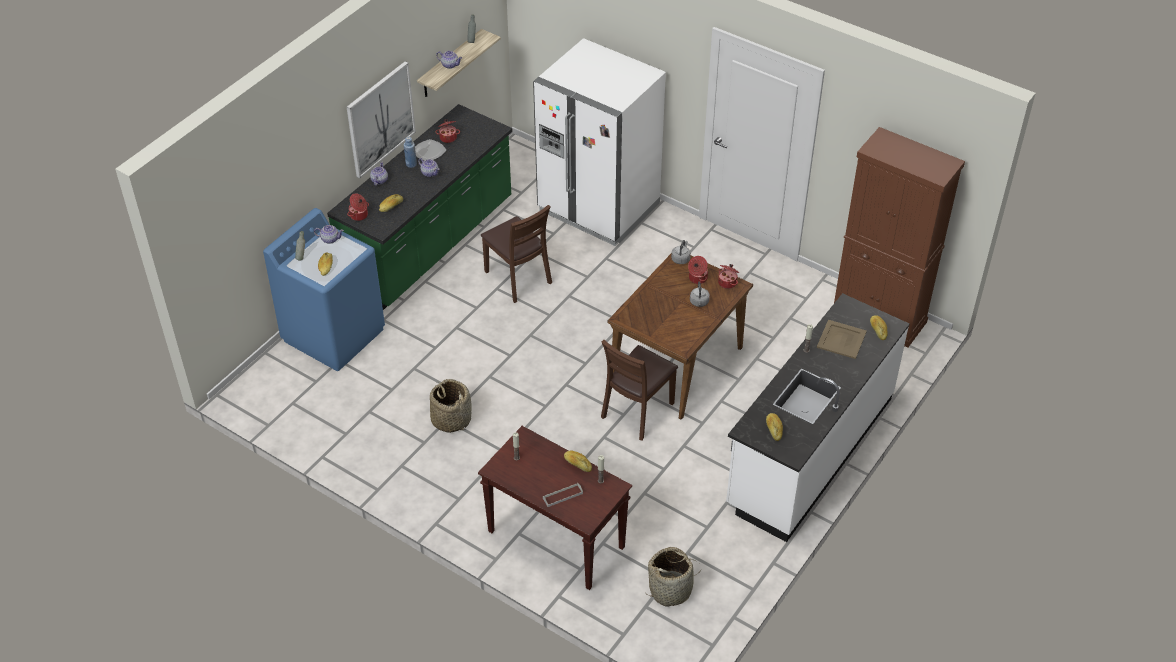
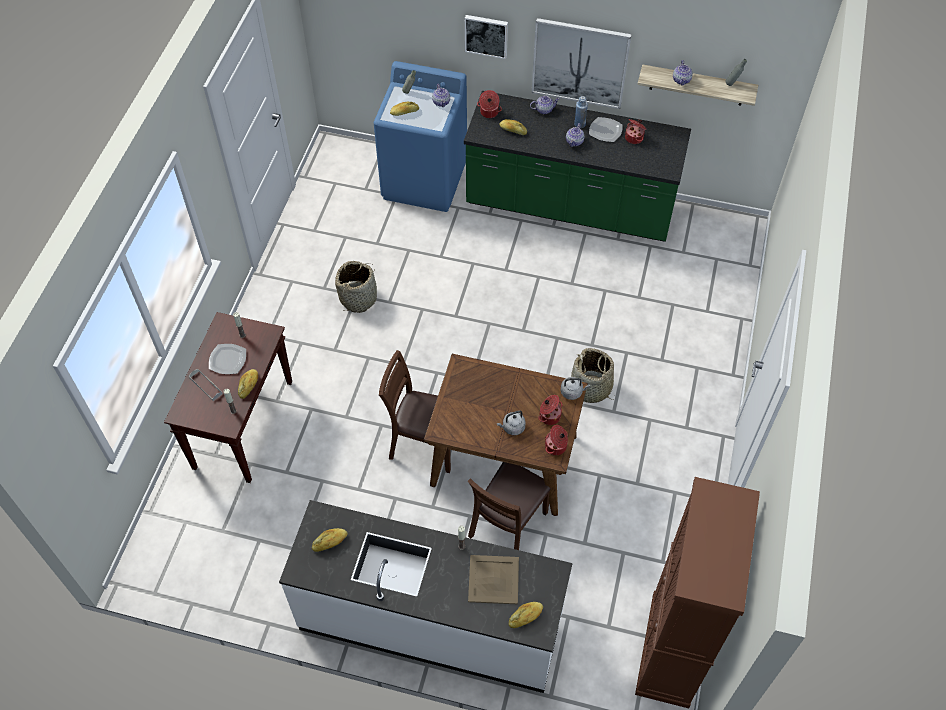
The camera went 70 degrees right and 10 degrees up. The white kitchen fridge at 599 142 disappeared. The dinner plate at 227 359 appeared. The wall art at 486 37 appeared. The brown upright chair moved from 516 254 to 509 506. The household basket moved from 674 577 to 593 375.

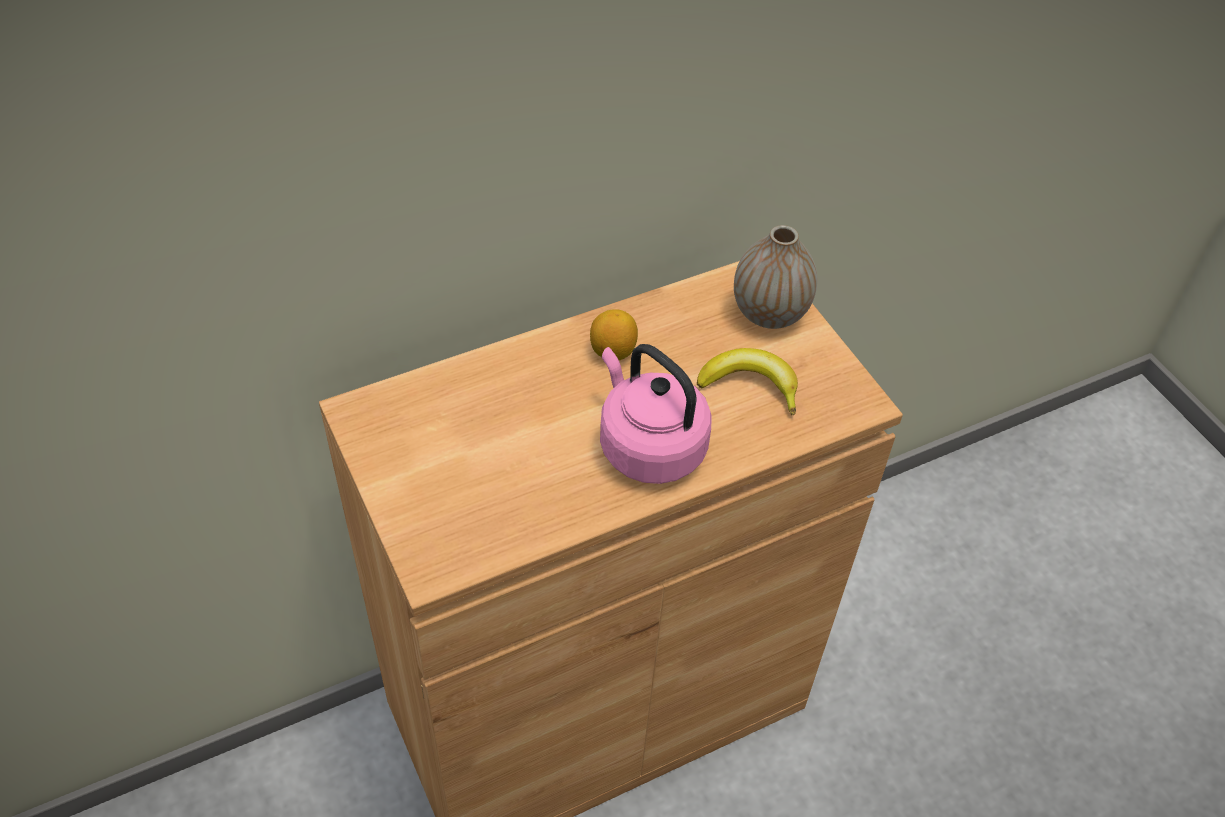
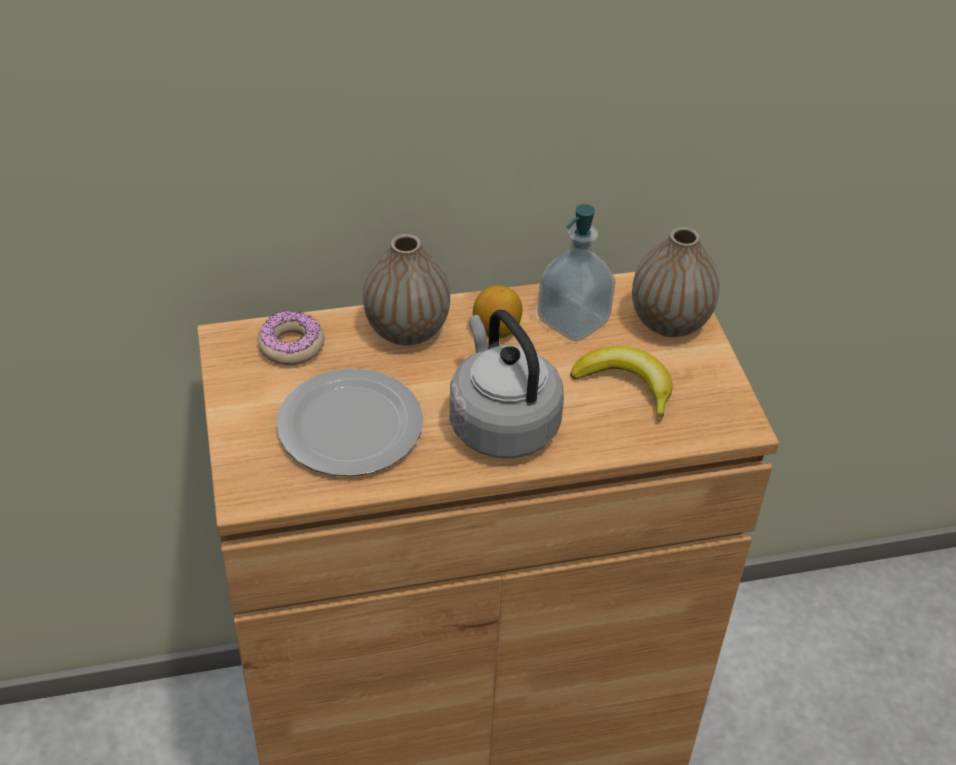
The camera went 15 degrees right and 5 degrees down. The doughnut at 291 337 appeared. The dinner plate at 349 422 appeared. The decorative vase at 406 290 appeared. The soap bottle at 576 273 appeared. The pink water kettle at 656 414 became the grey water kettle at 506 384.

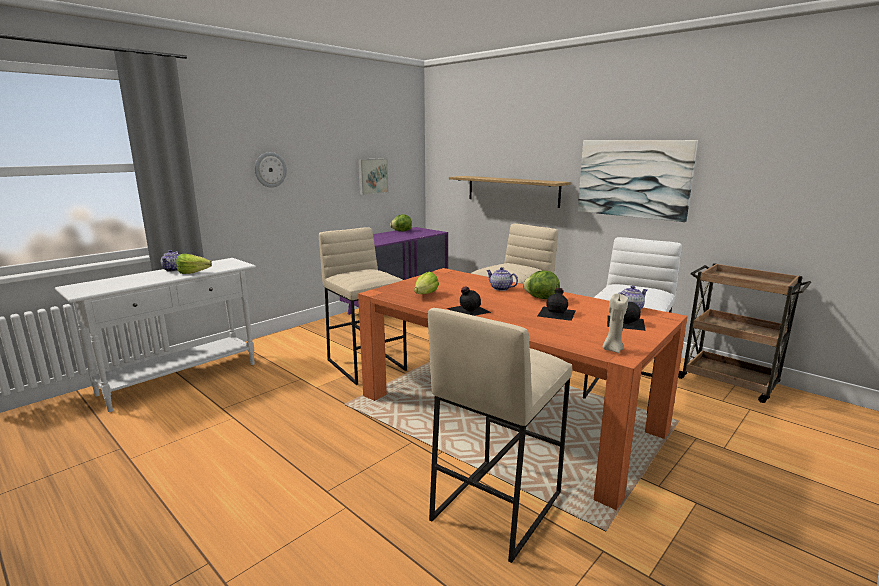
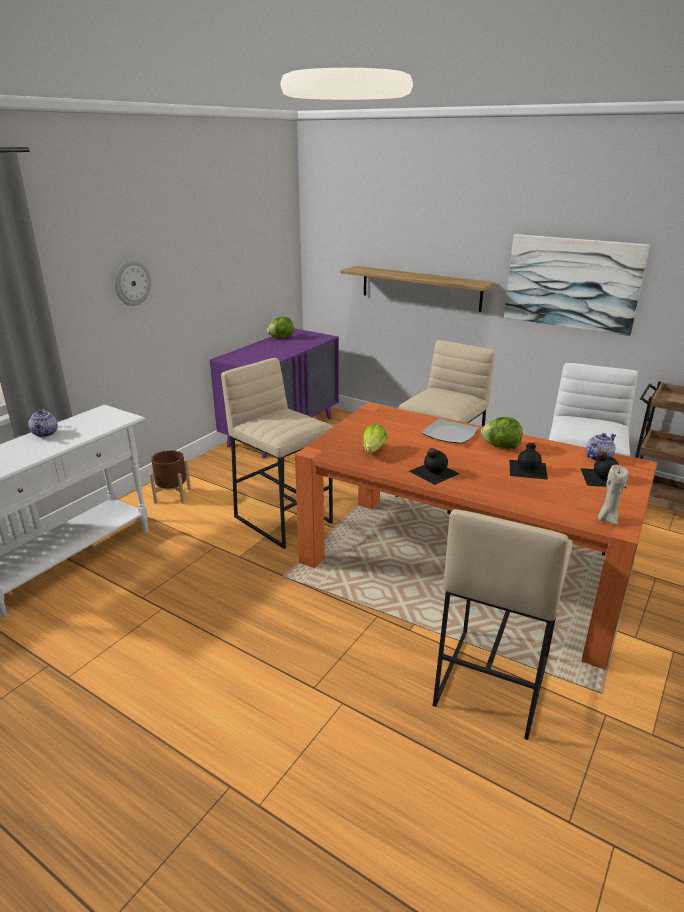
The camera went 10 degrees left and 10 degrees up. The lettuce at 194 264 disappeared. The wall art at 373 176 disappeared. The brown flower pot at 170 477 appeared. The pot for tea at 502 279 was replaced by the dinner plate at 450 431.

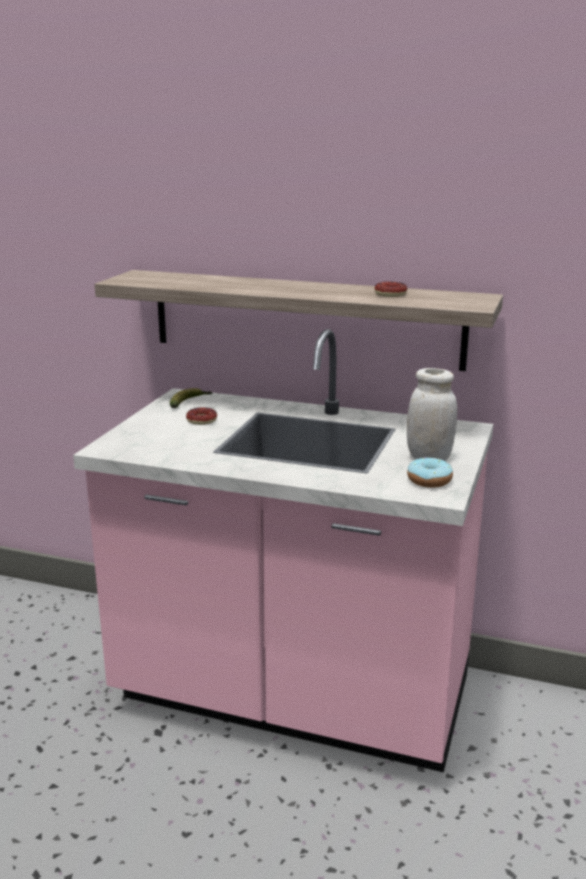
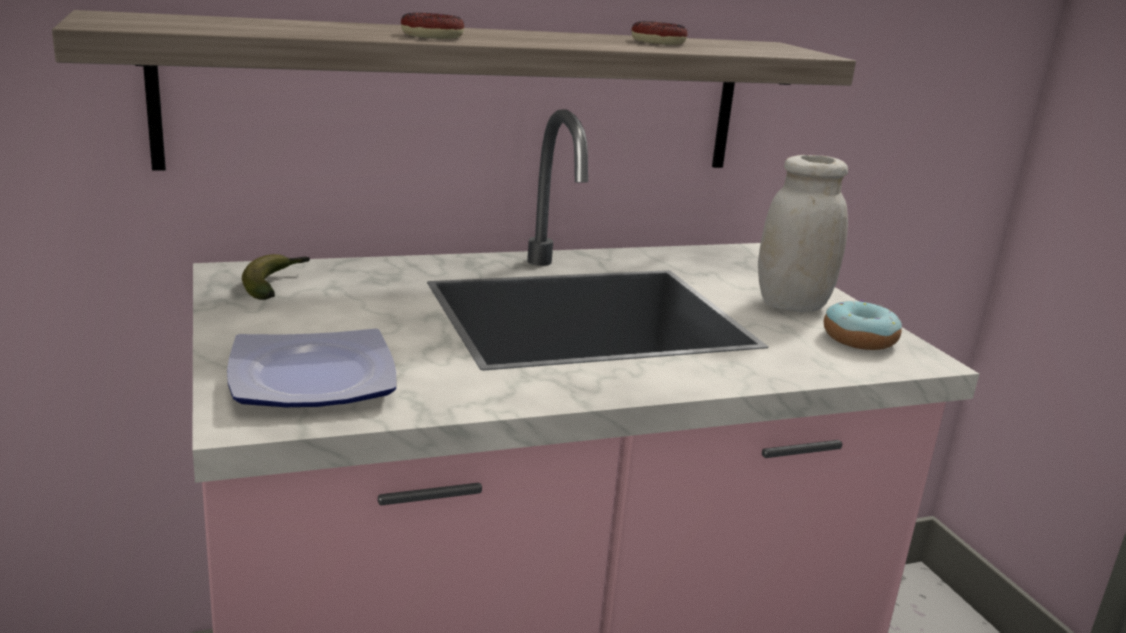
The camera went 40 degrees left and 0 degrees up. The dinner plate at 311 367 appeared. The doughnut moved from 201 416 to 432 26.

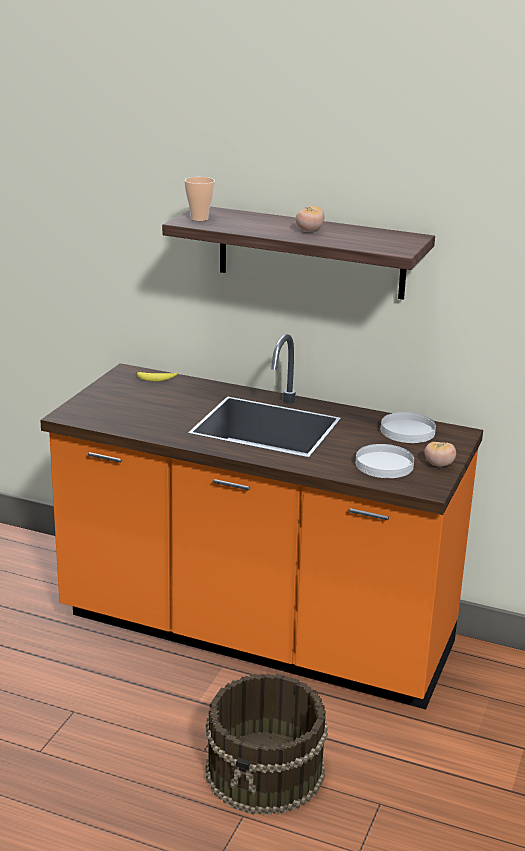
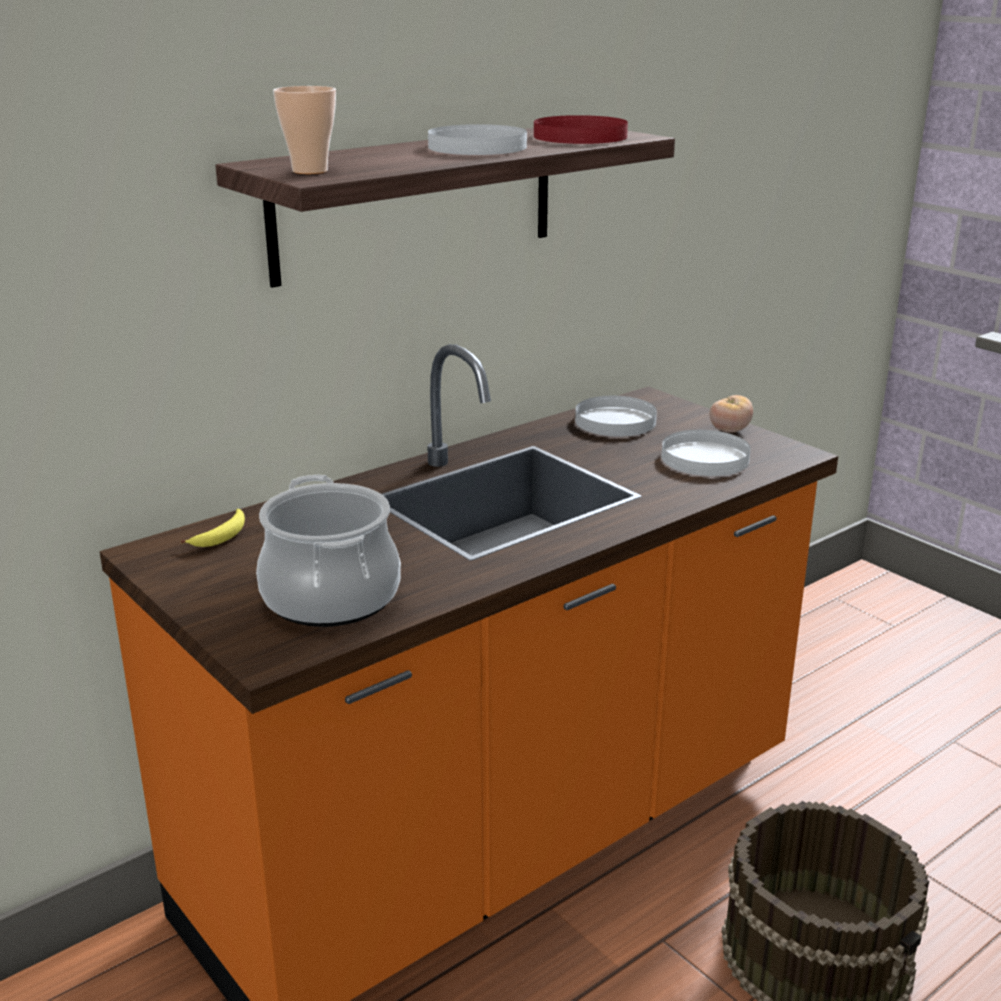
The camera went 60 degrees left and 0 degrees up. The saucepot at 328 551 appeared. The red-coloured dinner plate at 581 129 appeared. The fresh tomato at 310 219 was replaced by the white dinner plate at 477 139.

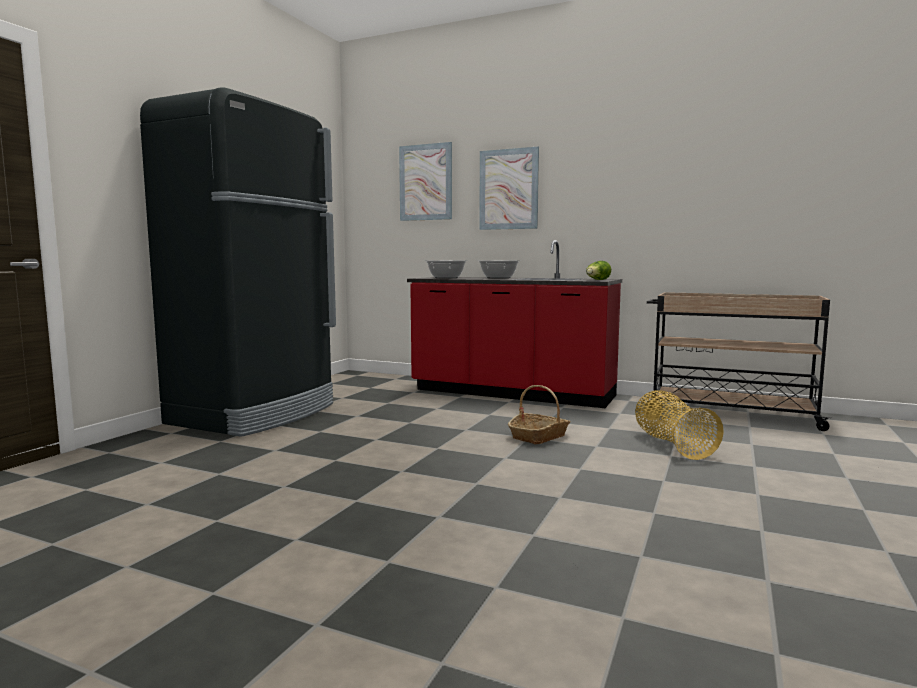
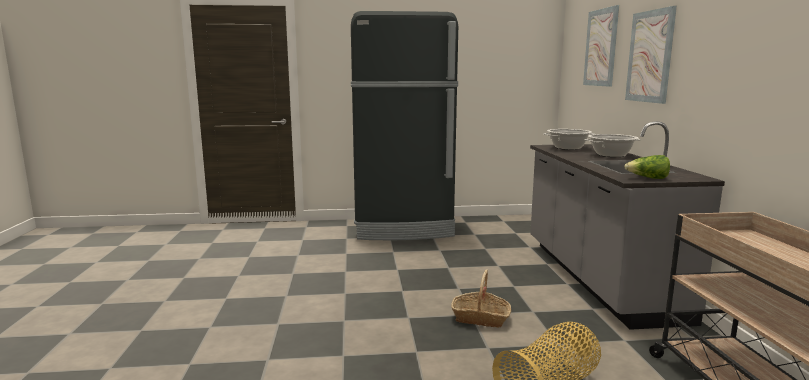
The camera went 60 degrees right and 5 degrees up. The red-coloured kitchen base unit at 514 324 became the grey kitchen base unit at 627 225.

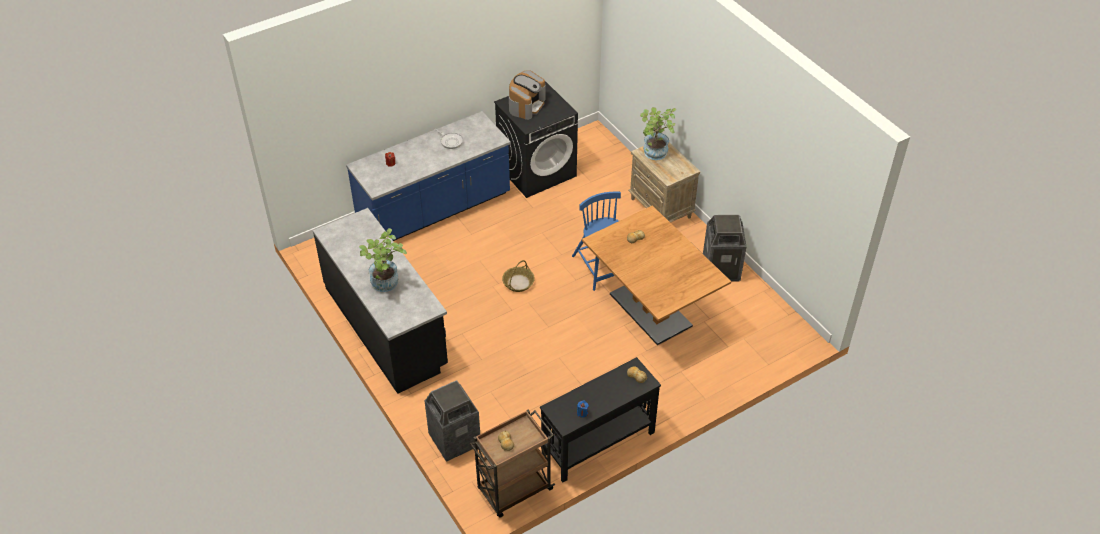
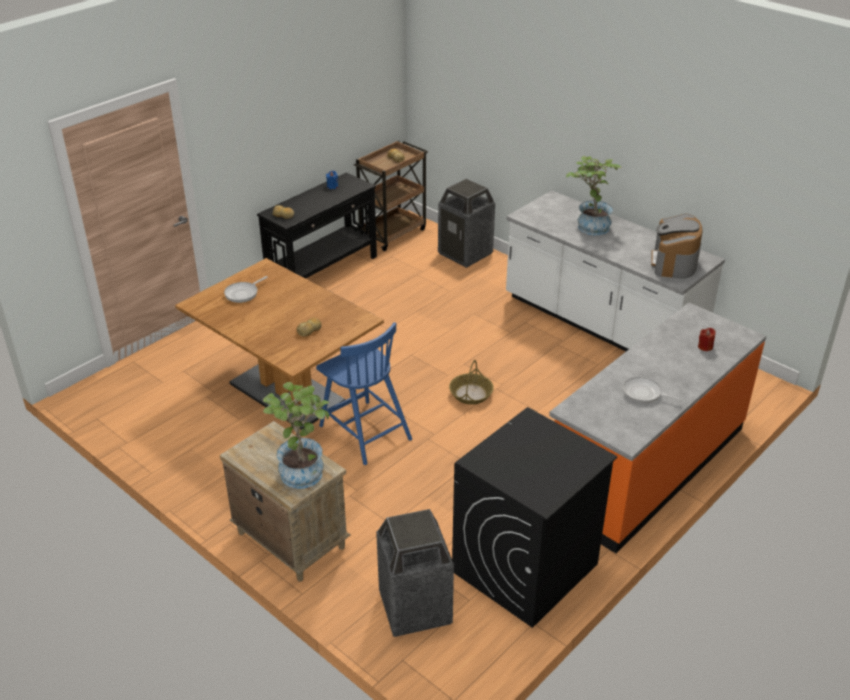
The camera went 165 degrees right and 10 degrees down. The pan at 246 289 appeared. The coffee maker moved from 527 95 to 676 246. The waste bin moved from 724 248 to 415 573. The black kitchen base unit at 380 301 became the white kitchen base unit at 615 270. The blue kitchen base unit at 428 176 became the orange-coloured kitchen base unit at 658 427.

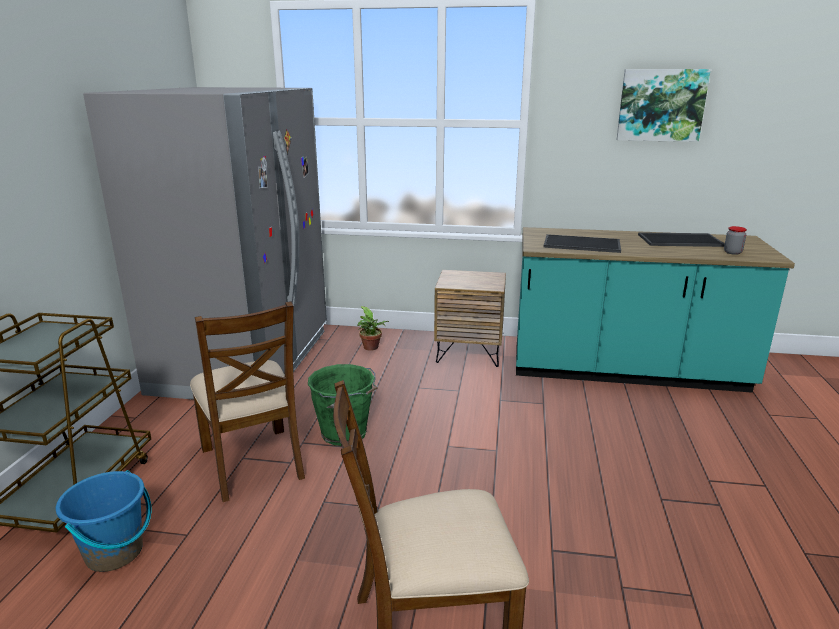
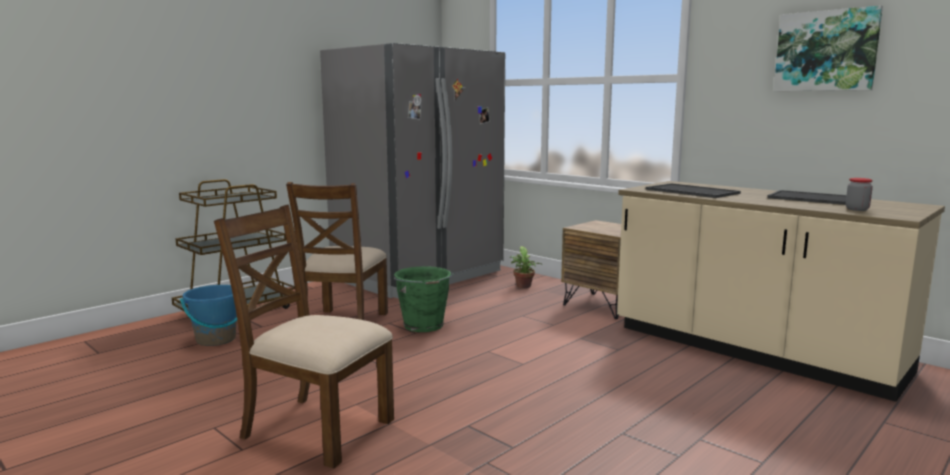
The camera went 35 degrees right and 10 degrees down. The blue-green kitchen base unit at 655 310 became the beige-coloured kitchen base unit at 781 291.

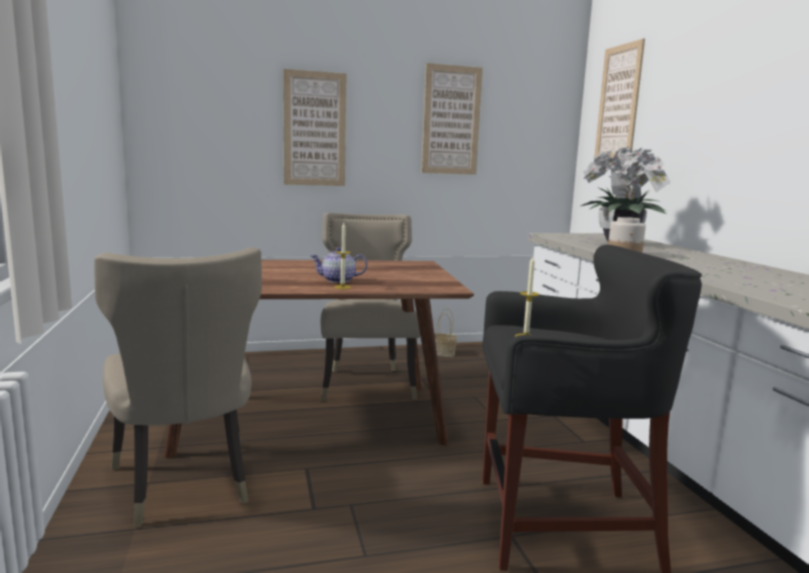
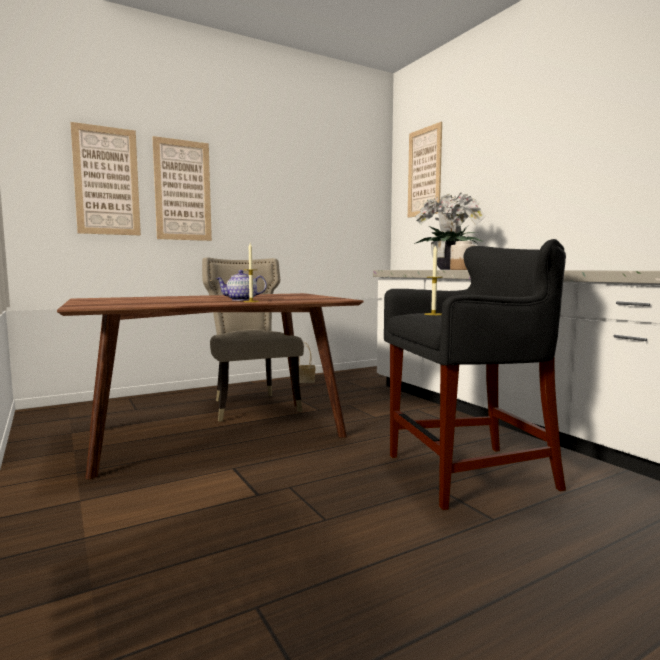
The camera went 15 degrees left and 5 degrees down. The beige-coloured upright chair at 178 387 disappeared. The wall art moved from 452 119 to 105 178.

